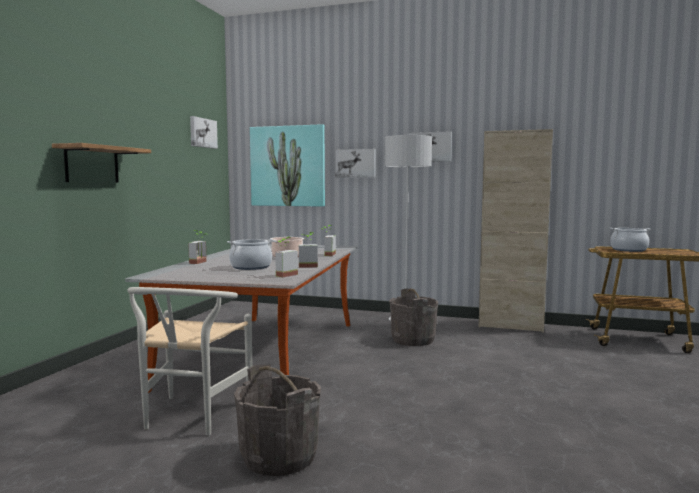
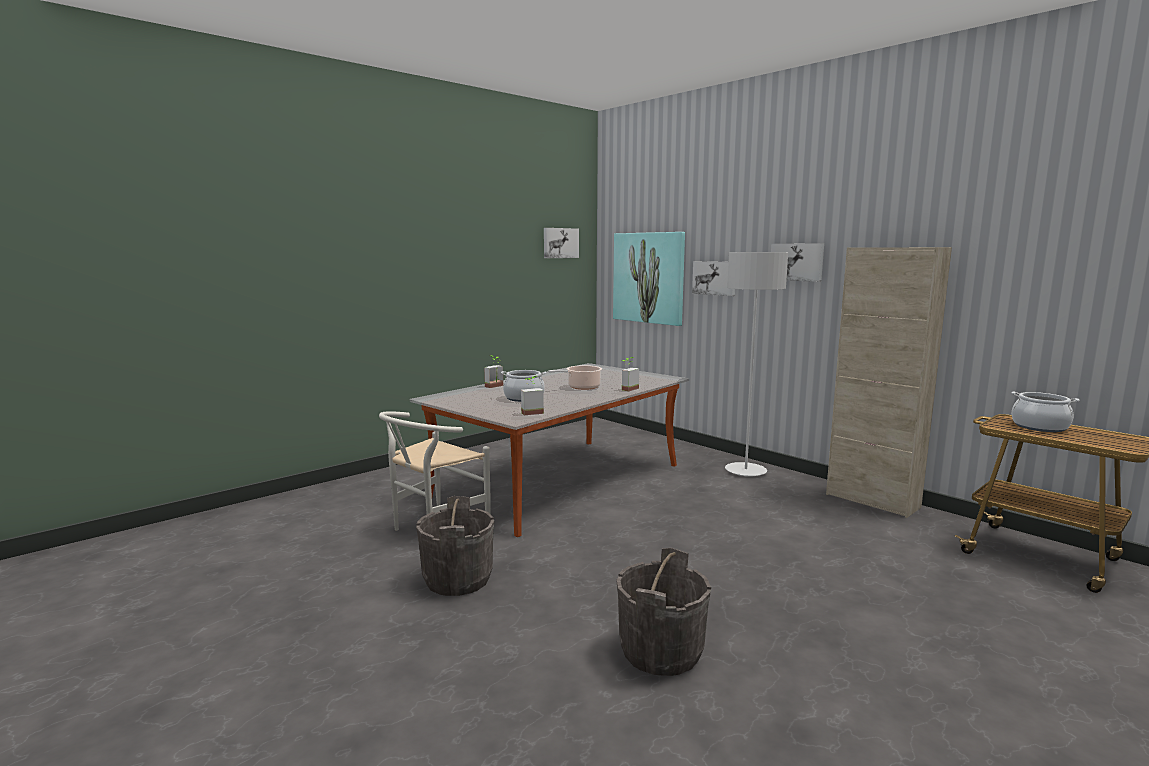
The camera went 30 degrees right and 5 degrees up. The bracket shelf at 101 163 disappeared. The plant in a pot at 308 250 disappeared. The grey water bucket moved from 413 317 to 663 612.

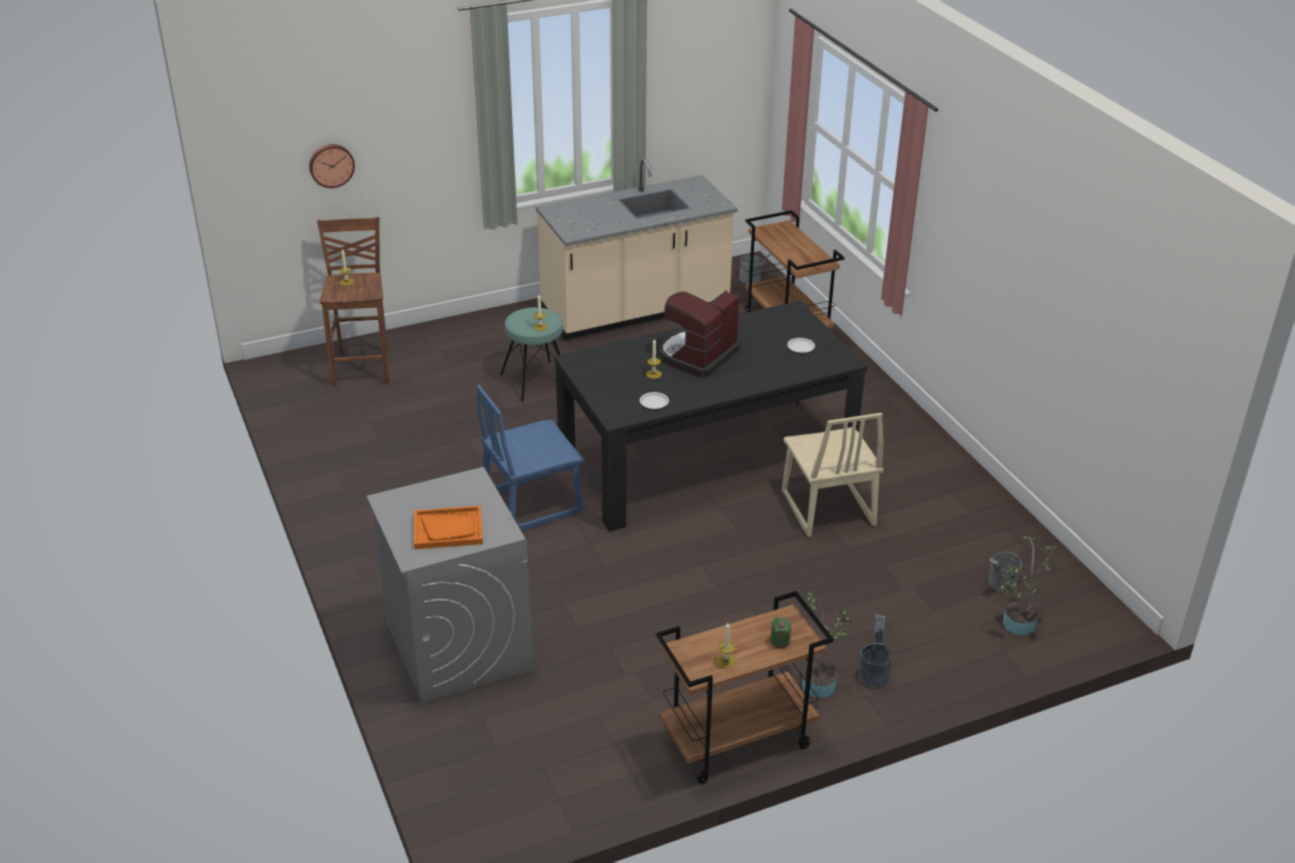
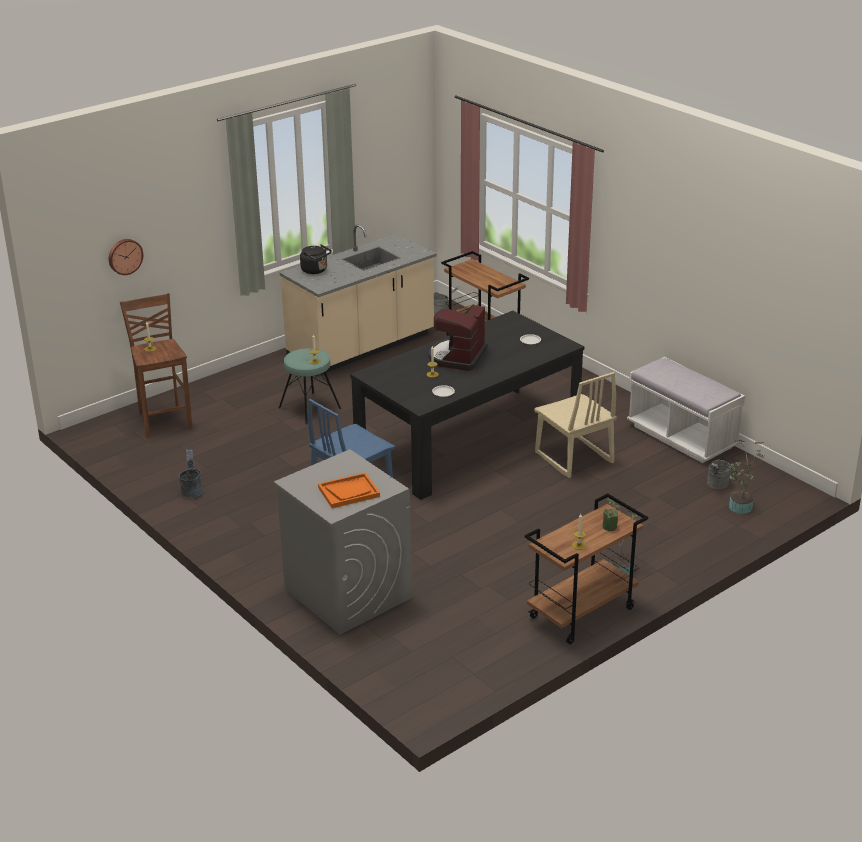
The camera went 15 degrees left and 5 degrees down. The black water kettle at 316 259 appeared. The white long seat at 686 410 appeared. The grey water bucket moved from 875 651 to 191 473.

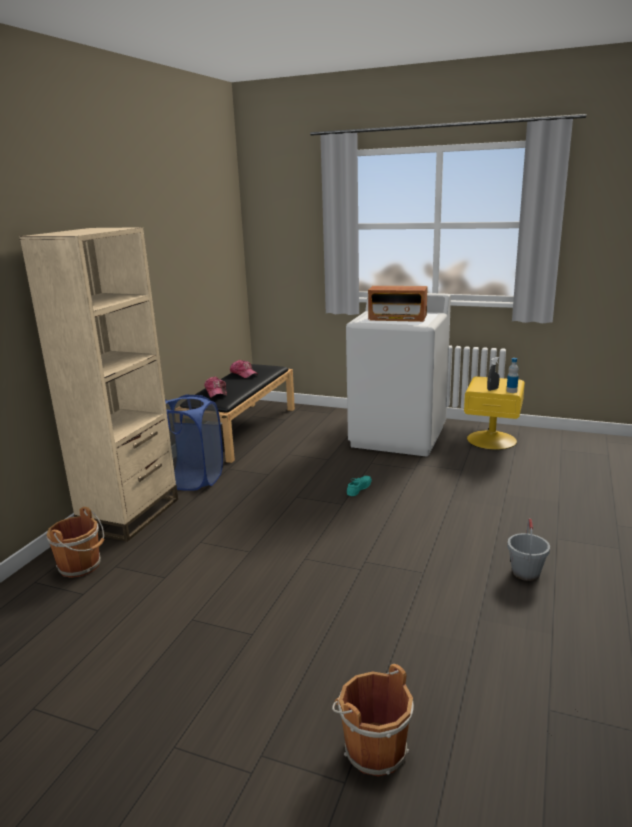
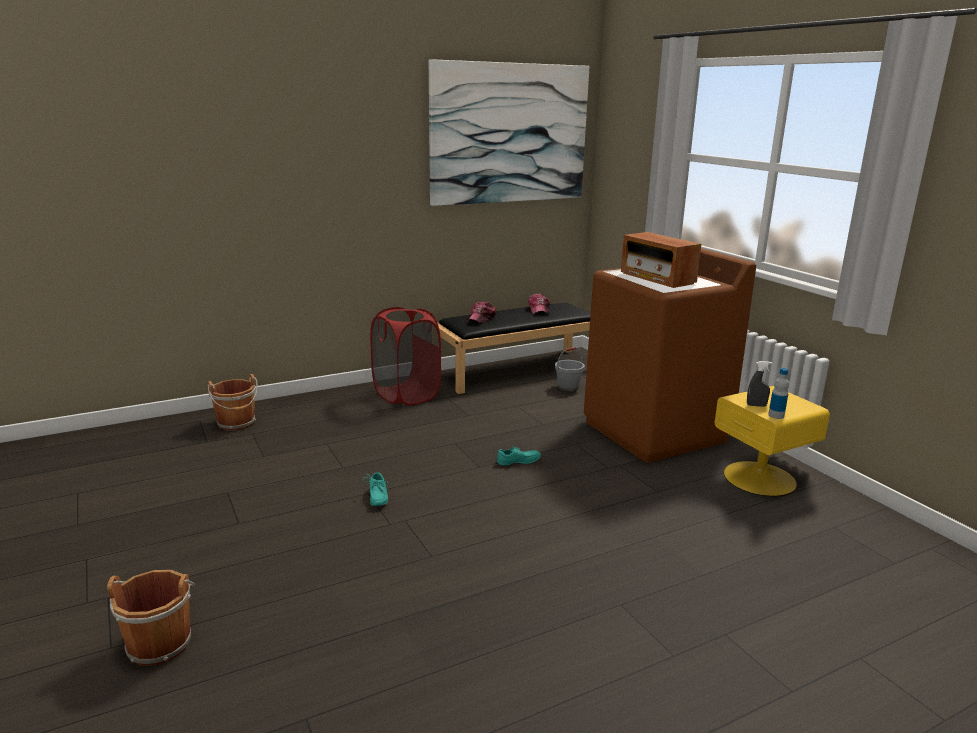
The camera went 40 degrees right and 0 degrees up. The beige-coloured bookshelf at 98 384 disappeared. The blue-green shoe at 376 489 appeared. The wall art at 509 132 appeared. The grey water bucket moved from 528 549 to 570 369. The blue laundry basket at 194 442 became the red-coloured laundry basket at 405 356. The white laundry appliance at 398 374 became the brown laundry appliance at 670 355.

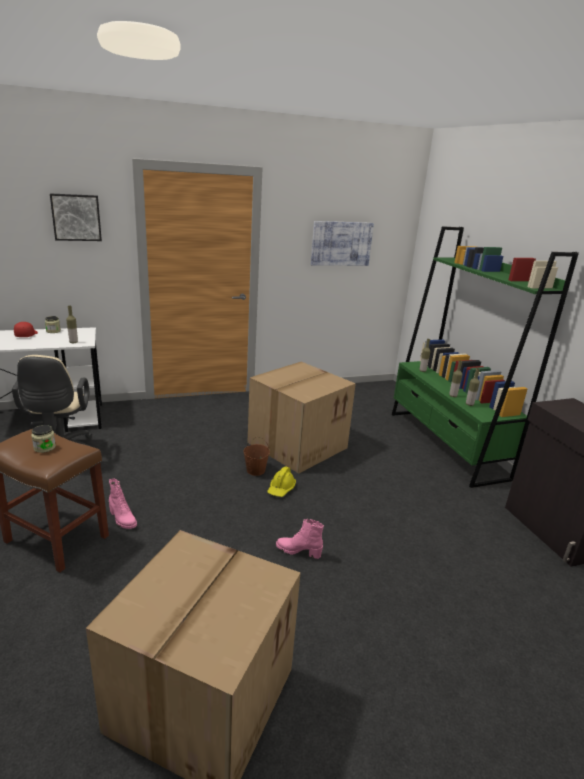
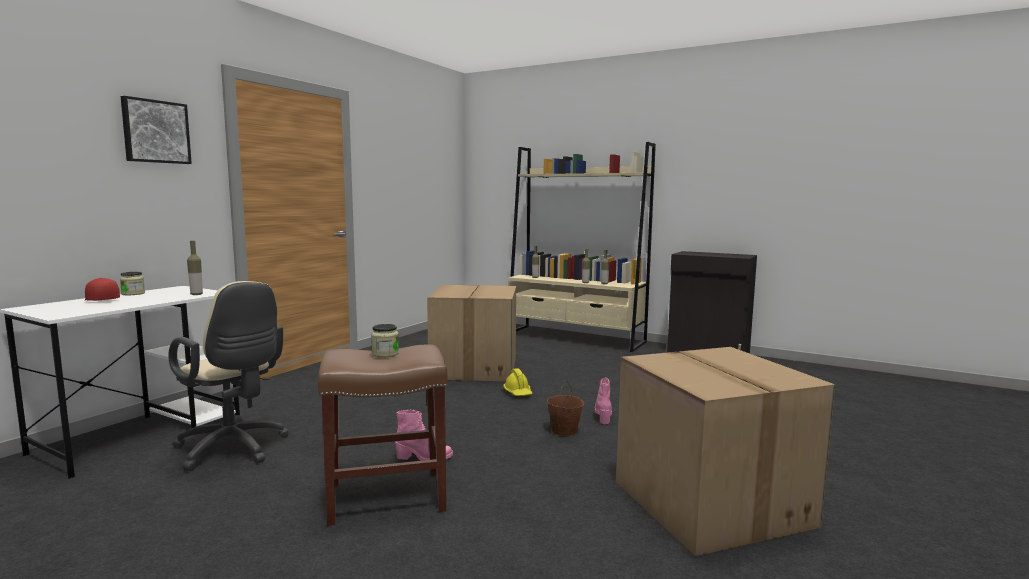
The camera went 40 degrees left and 15 degrees down. The wall art at 342 243 disappeared. The brown water bucket moved from 256 456 to 565 408. The green bookshelf at 485 357 became the beige-coloured bookshelf at 582 247. The pink high-top boot at 300 539 turned 120 degrees clockwise.

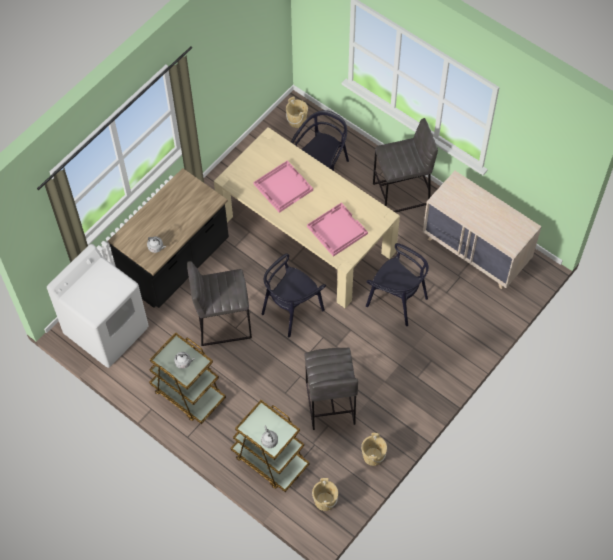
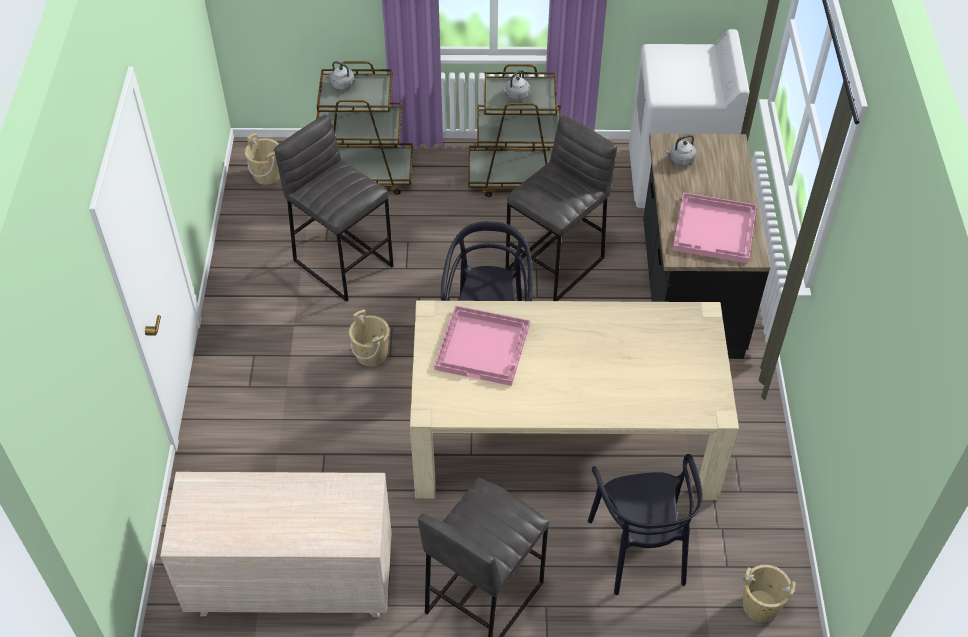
The camera went 140 degrees right and 10 degrees down. The black upright chair at 397 284 disappeared. The pink serving tray moved from 283 187 to 714 227. The beige-coloured water bucket moved from 374 449 to 369 338.

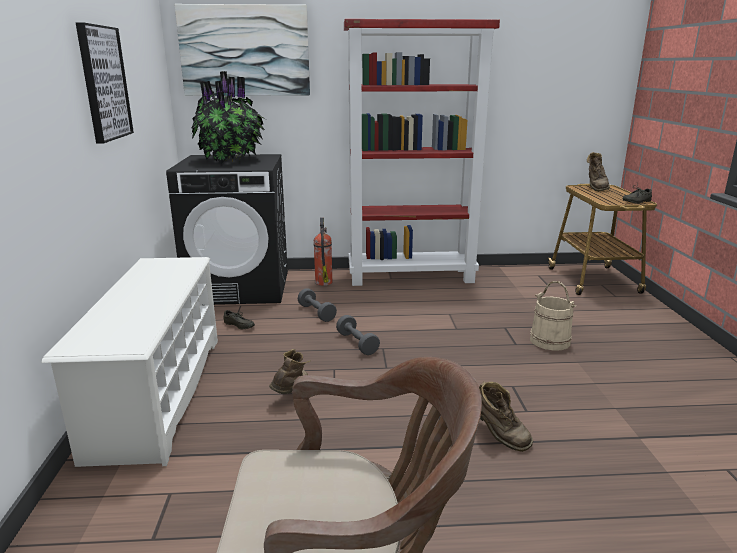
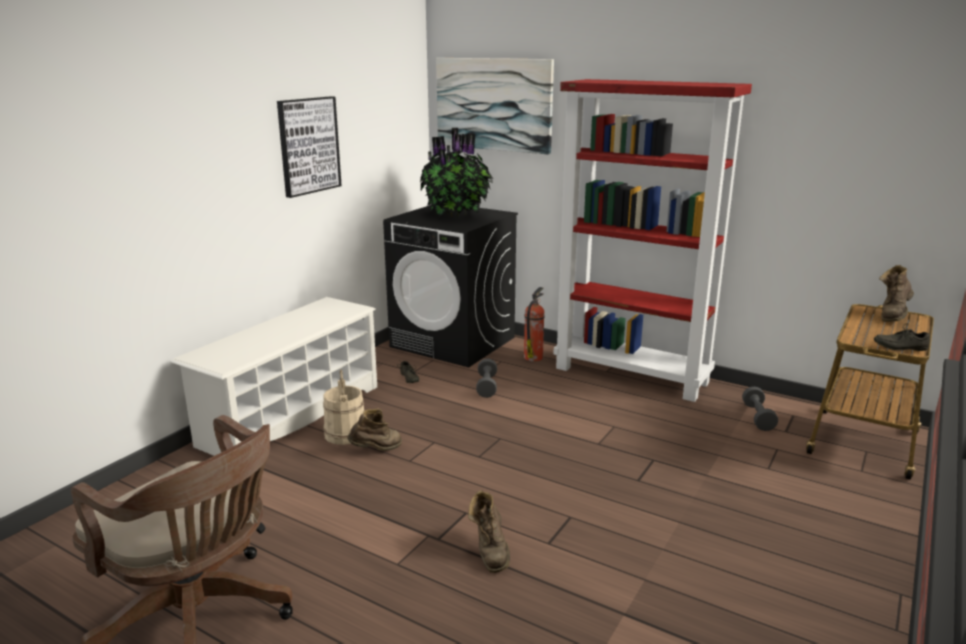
The camera went 35 degrees right and 0 degrees up. The grey free weight moved from 358 335 to 760 408. The beige-coloured water bucket moved from 553 316 to 343 407.

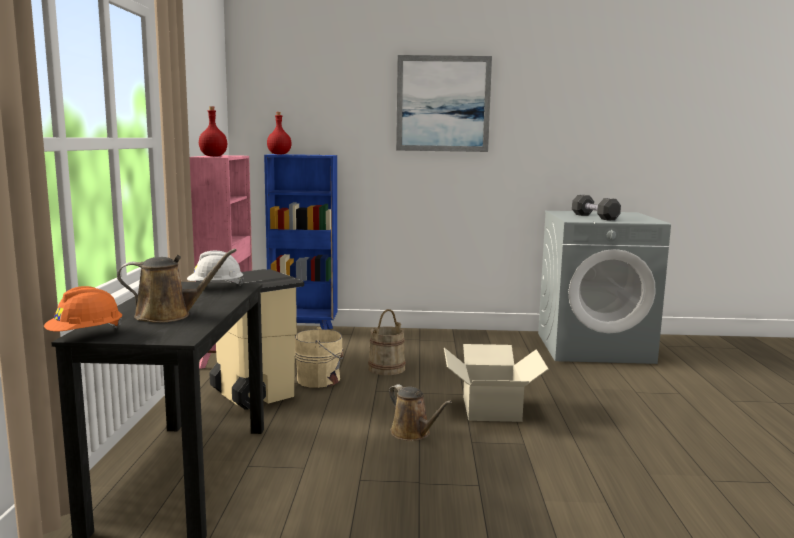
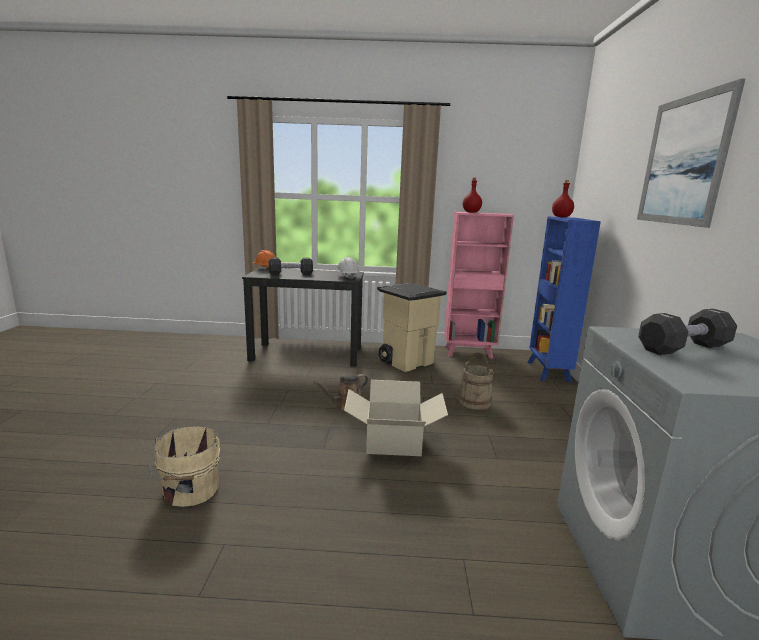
The camera went 90 degrees right and 5 degrees up. The beige-coloured water bucket moved from 319 357 to 184 466. The brown watering pot at 177 285 was replaced by the black free weight at 291 266.

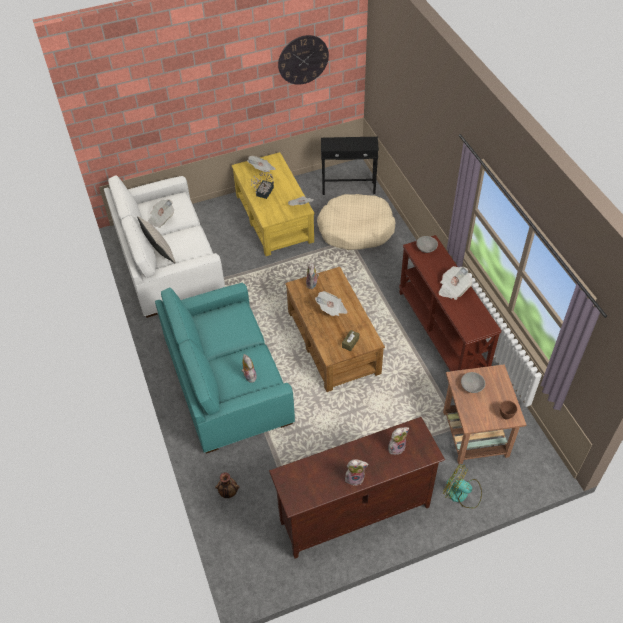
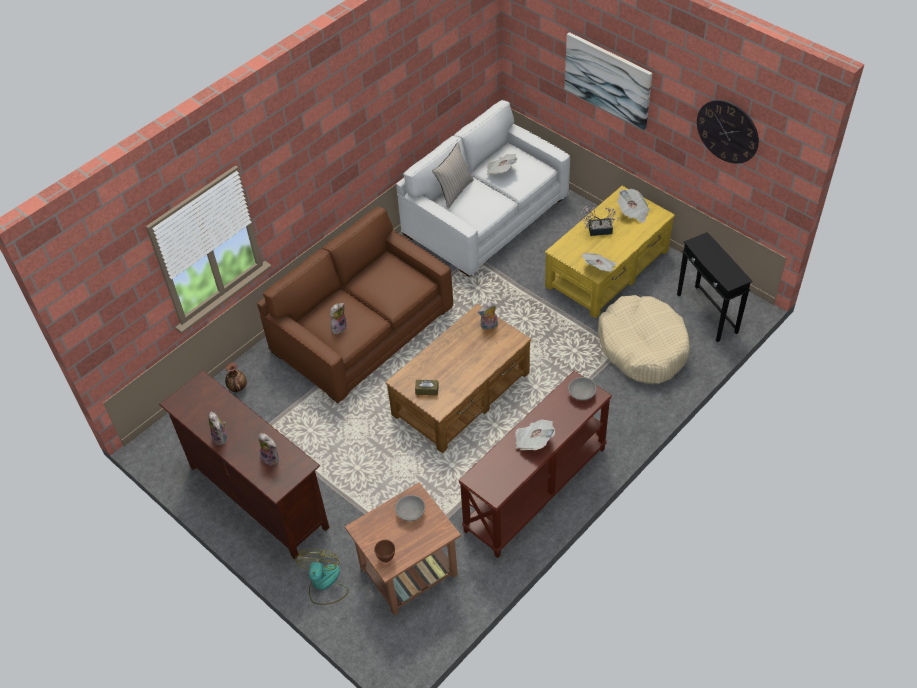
The camera went 65 degrees right and 0 degrees up. The daily paper at 331 303 disappeared. The wall art at 608 81 appeared. The blue-green couch at 225 368 became the brown couch at 355 304.

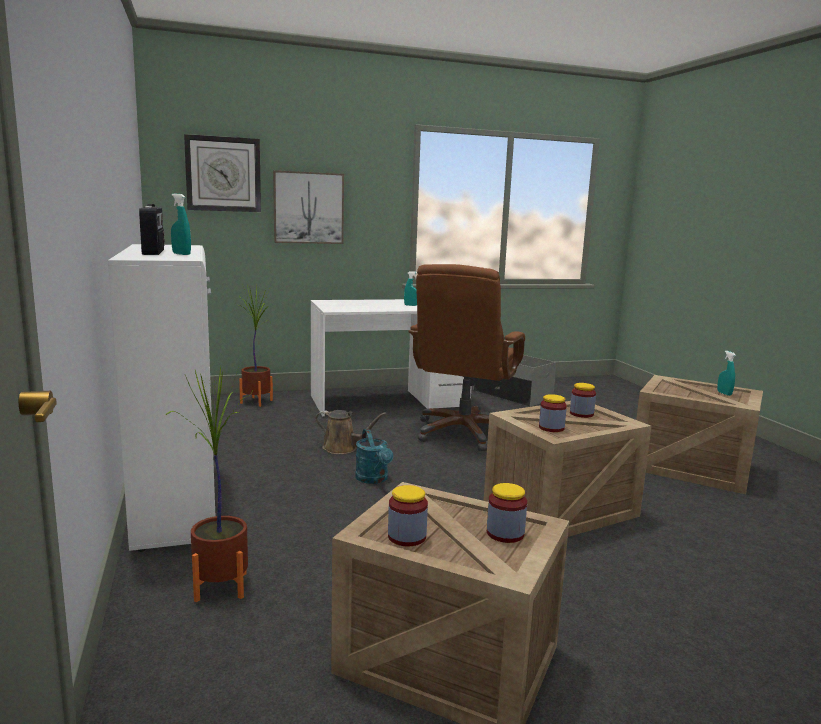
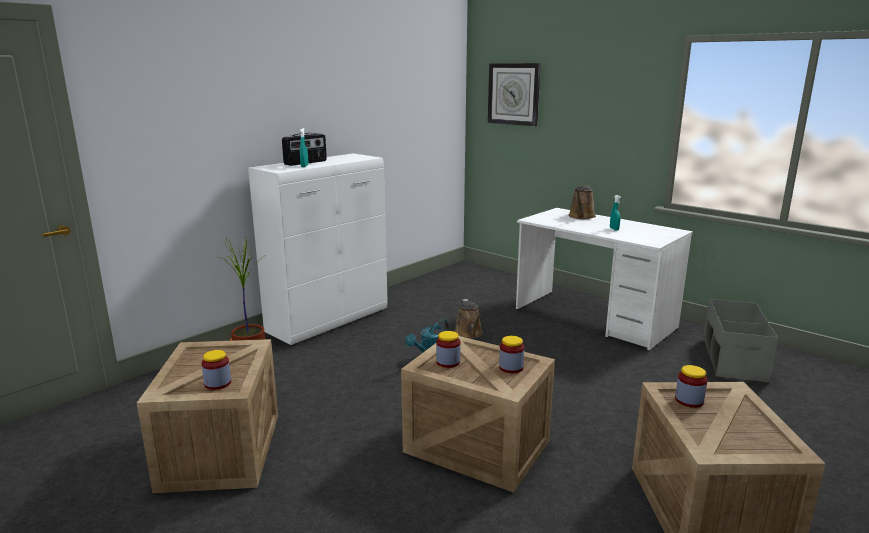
The camera went 60 degrees right and 5 degrees up. The plant in a pot at 256 346 disappeared. The wall art at 308 207 disappeared. The brown desk chair at 466 357 disappeared. The blue-green sprayer at 726 373 disappeared. The brown watering pot at 582 202 appeared. The storage jar moved from 408 515 to 691 386.

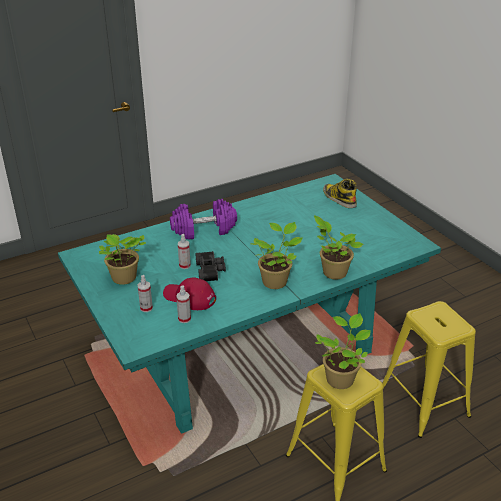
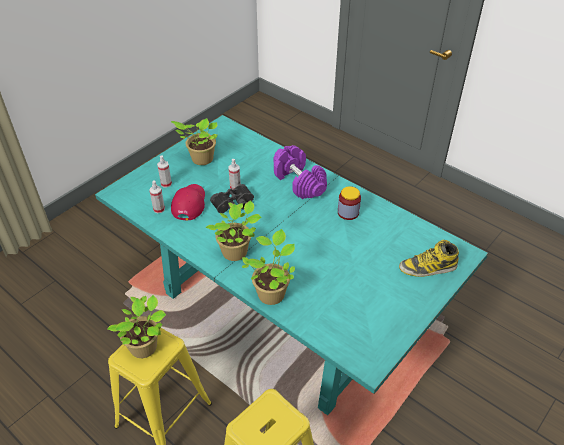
The camera went 70 degrees right and 10 degrees up. The storage jar at 349 203 appeared. The high-top boot at 340 193 turned 135 degrees counterclockwise.

